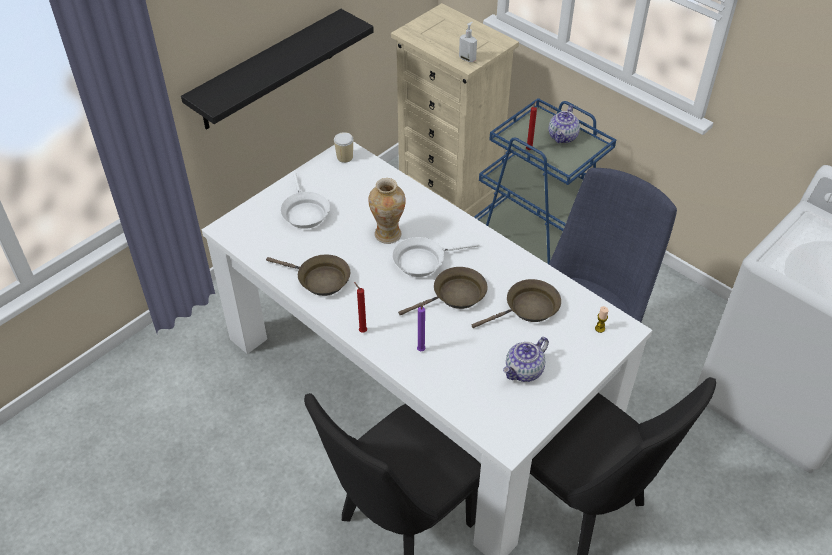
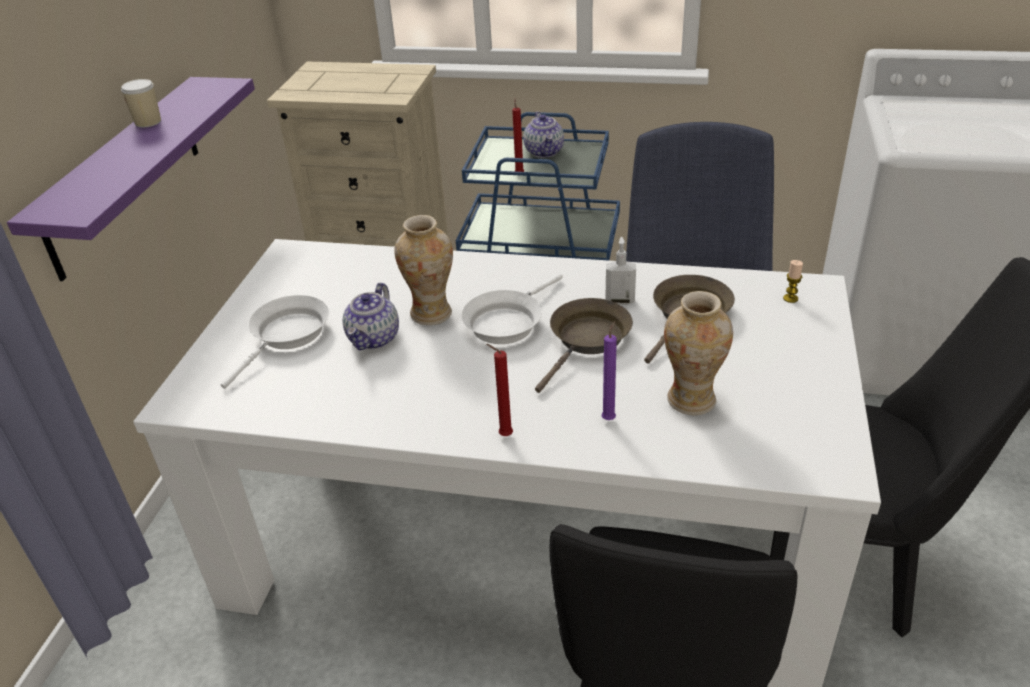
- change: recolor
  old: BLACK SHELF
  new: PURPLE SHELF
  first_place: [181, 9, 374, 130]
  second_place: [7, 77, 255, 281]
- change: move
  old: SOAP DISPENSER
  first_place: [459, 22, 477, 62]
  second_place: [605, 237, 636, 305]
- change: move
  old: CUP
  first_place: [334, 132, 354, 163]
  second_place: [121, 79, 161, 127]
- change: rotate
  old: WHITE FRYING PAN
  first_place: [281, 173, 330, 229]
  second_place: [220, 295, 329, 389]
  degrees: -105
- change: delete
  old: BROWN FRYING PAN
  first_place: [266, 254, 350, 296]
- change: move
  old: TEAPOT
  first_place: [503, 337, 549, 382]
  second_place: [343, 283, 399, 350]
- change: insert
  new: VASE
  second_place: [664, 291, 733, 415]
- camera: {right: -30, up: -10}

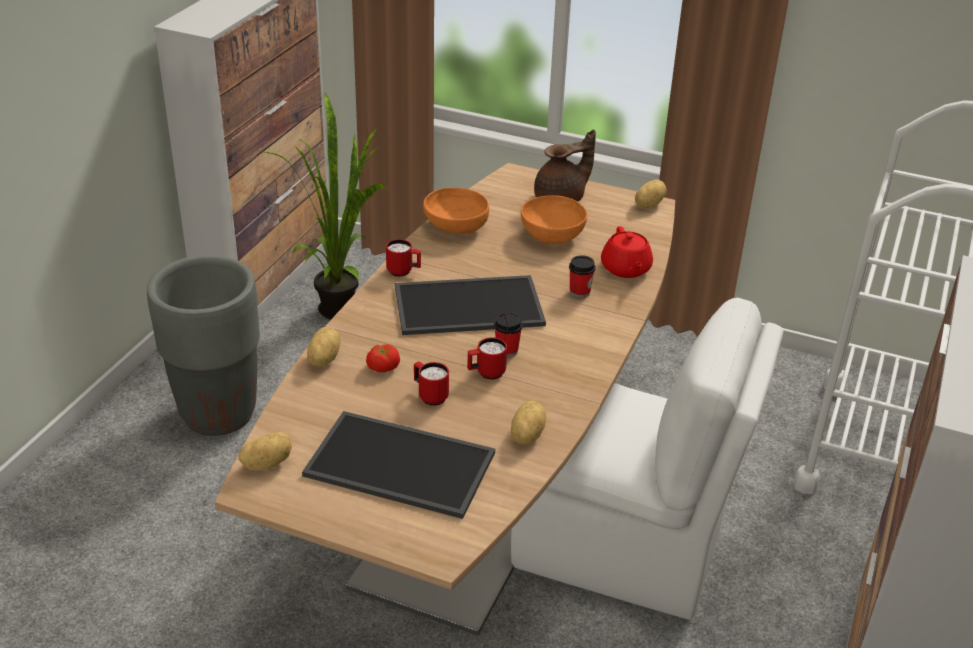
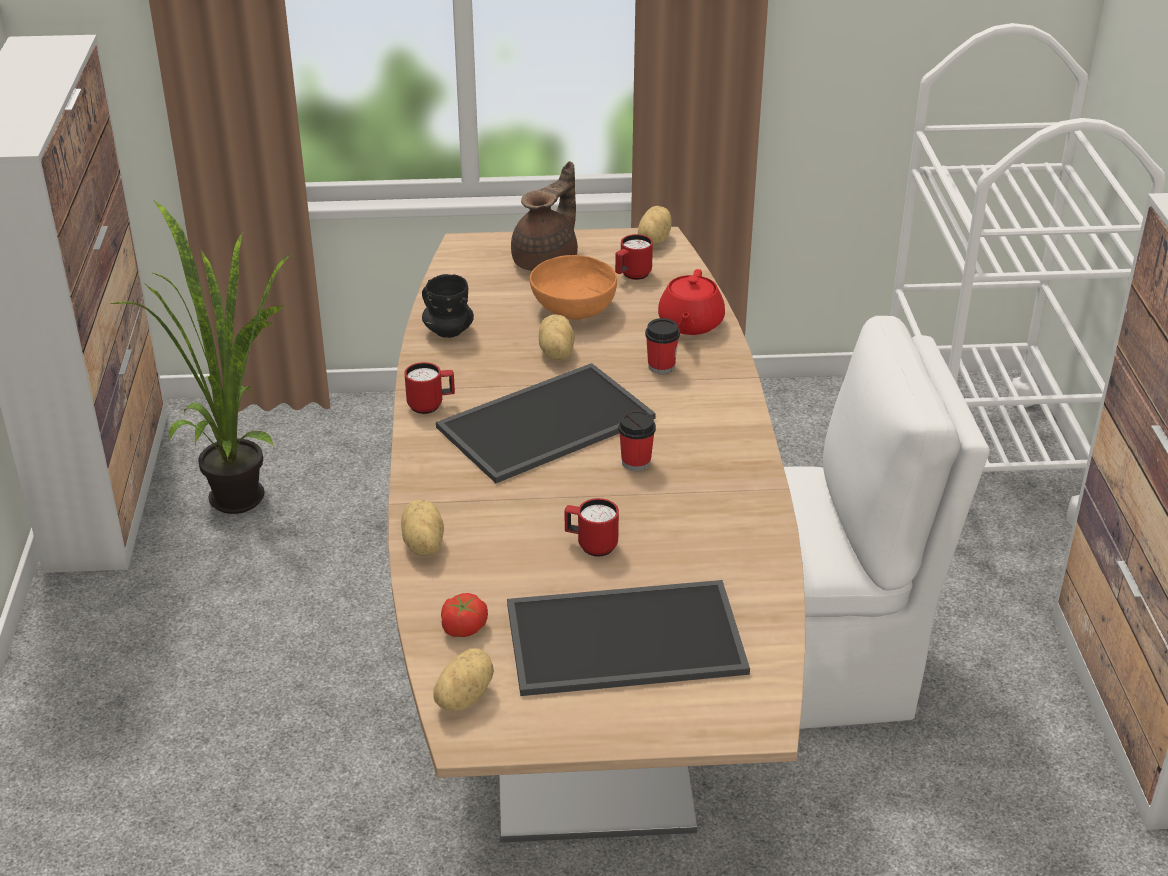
- change: replace
  old: ORANGE BOWL
  new: BLACK MUG
  first_place: [423, 188, 489, 234]
  second_place: [422, 274, 474, 338]
- change: rotate
  old: RED TEAPOT
  first_place: [601, 226, 653, 278]
  second_place: [658, 269, 725, 335]
  degrees: 45
- change: delete
  old: GREY PLANTER
  first_place: [147, 255, 260, 436]
- change: move
  old: RED MUG
  first_place: [467, 337, 507, 380]
  second_place: [615, 234, 653, 280]
- change: move
  old: TOMATO
  first_place: [366, 344, 400, 372]
  second_place: [441, 593, 488, 637]
- change: move
  old: POTATO
  first_place: [511, 401, 546, 444]
  second_place: [539, 315, 575, 360]
- camera: {right: -25, up: 0}

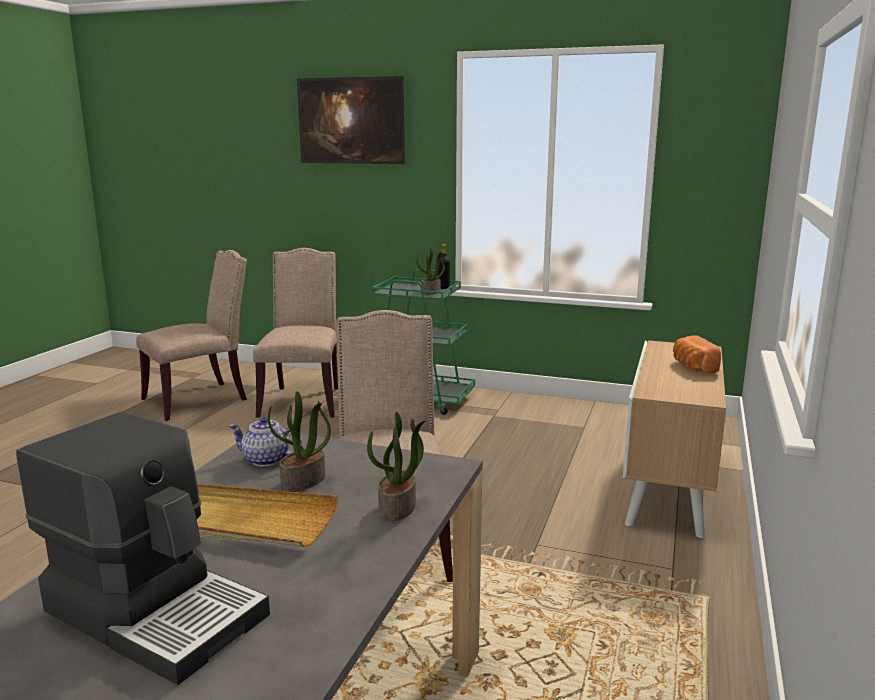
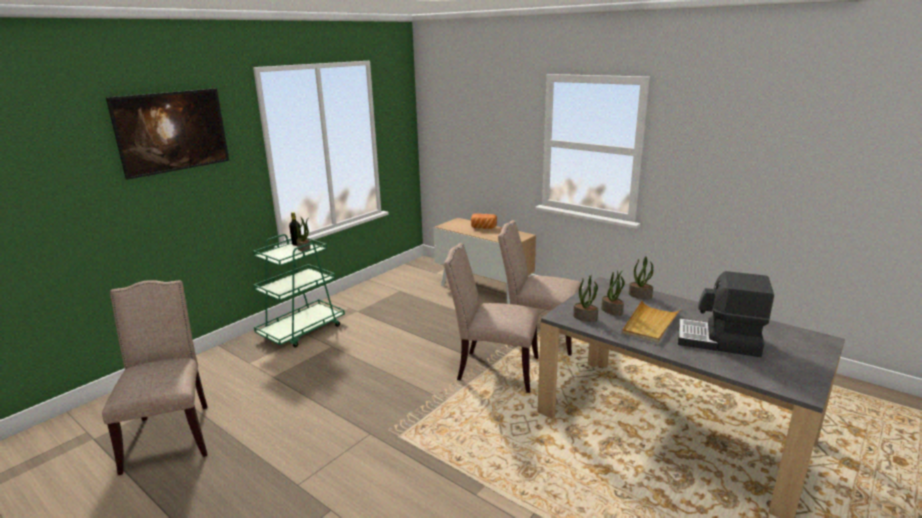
- change: move
  old: BEIGE CHAIR
  first_place: [253, 248, 338, 418]
  second_place: [498, 220, 581, 356]
- change: rotate
  old: COFFEE MACHINE
  first_place: [16, 412, 270, 685]
  second_place: [678, 271, 774, 357]
  degrees: -120
- change: replace
  old: TEAPOT
  new: POTTED PLANT
  first_place: [228, 417, 302, 466]
  second_place: [573, 275, 598, 322]
- camera: {right: -70, up: 5}

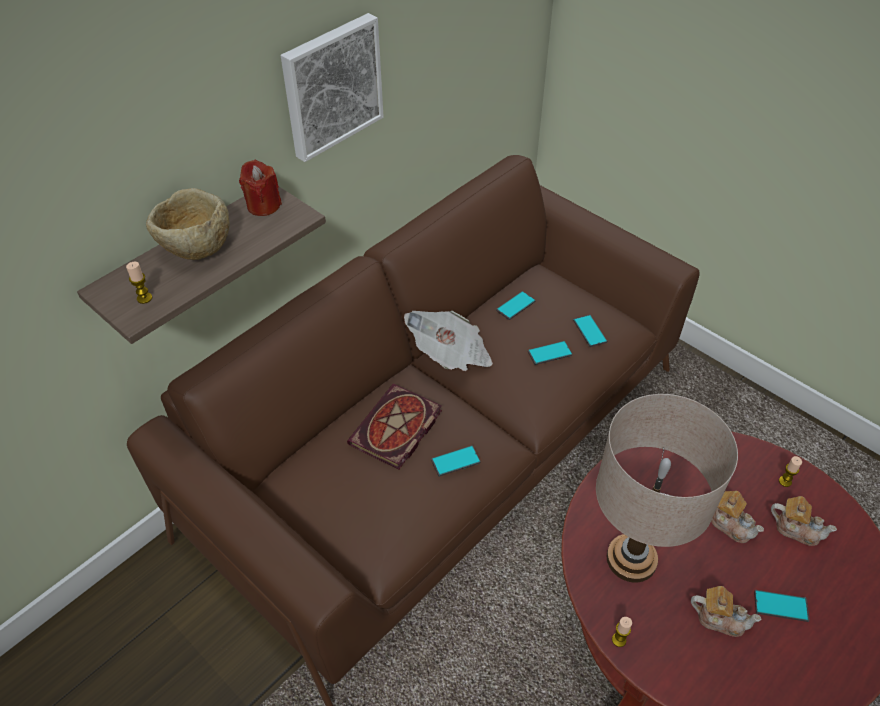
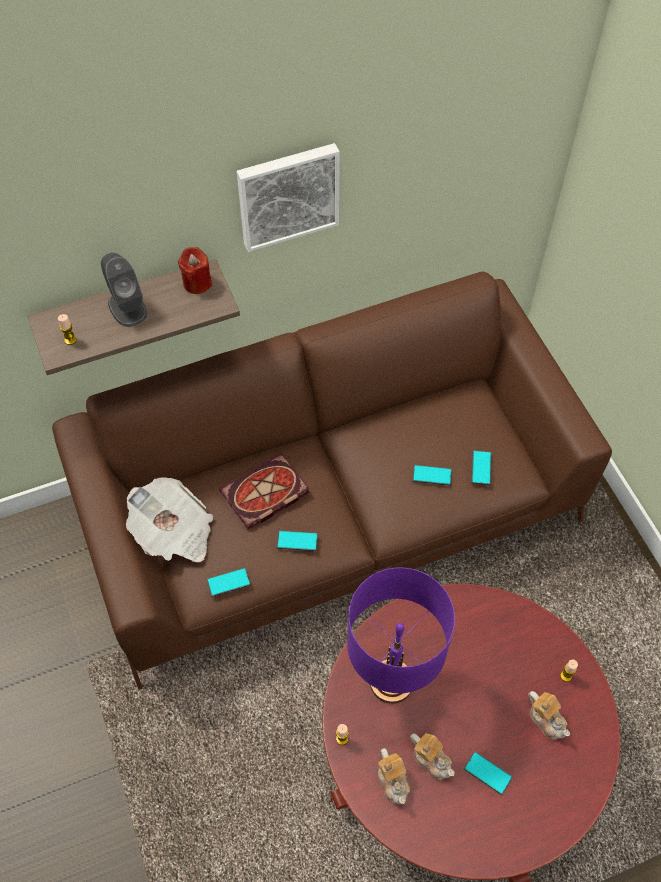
- change: replace
  old: BEIGE BOWL
  new: GREY SPEAKER
  first_place: [146, 188, 230, 260]
  second_place: [101, 253, 147, 327]
- change: move
  old: PHONE
  first_place: [496, 291, 536, 320]
  second_place: [206, 568, 250, 597]
- change: move
  old: NEWSPAPER
  first_place: [404, 311, 493, 371]
  second_place: [126, 477, 213, 562]
- change: recolor
  old: BEIGE TABLE LAMP
  new: PURPLE TABLE LAMP
  first_place: [596, 394, 738, 583]
  second_place: [347, 567, 455, 704]
- change: move
  old: TEAPOT
  first_place: [711, 491, 764, 543]
  second_place: [378, 748, 410, 804]
- camera: {right: 25, up: 10}

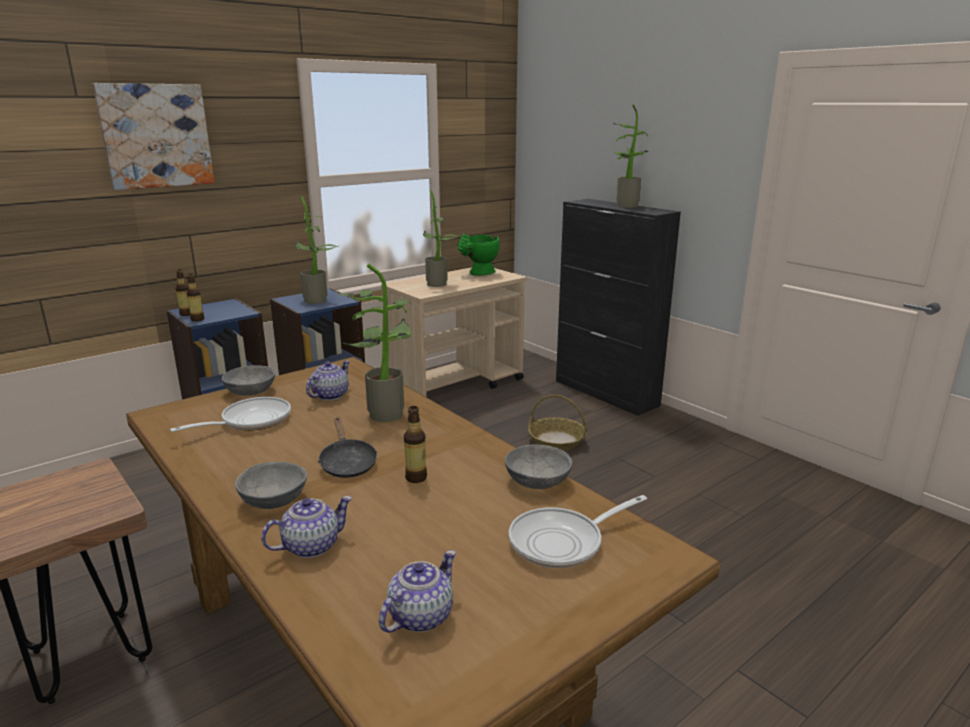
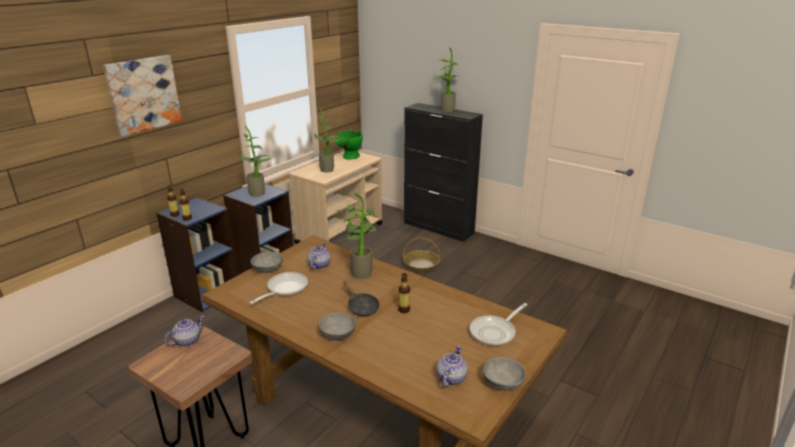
- change: move
  old: GREY BOWL
  first_place: [505, 444, 572, 489]
  second_place: [483, 357, 526, 390]
- change: move
  old: TEAPOT
  first_place: [261, 496, 353, 558]
  second_place: [165, 315, 204, 347]
- camera: {right: -15, up: 5}

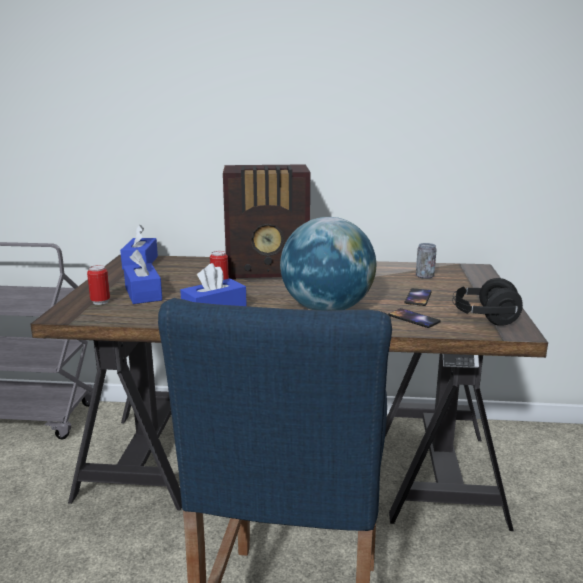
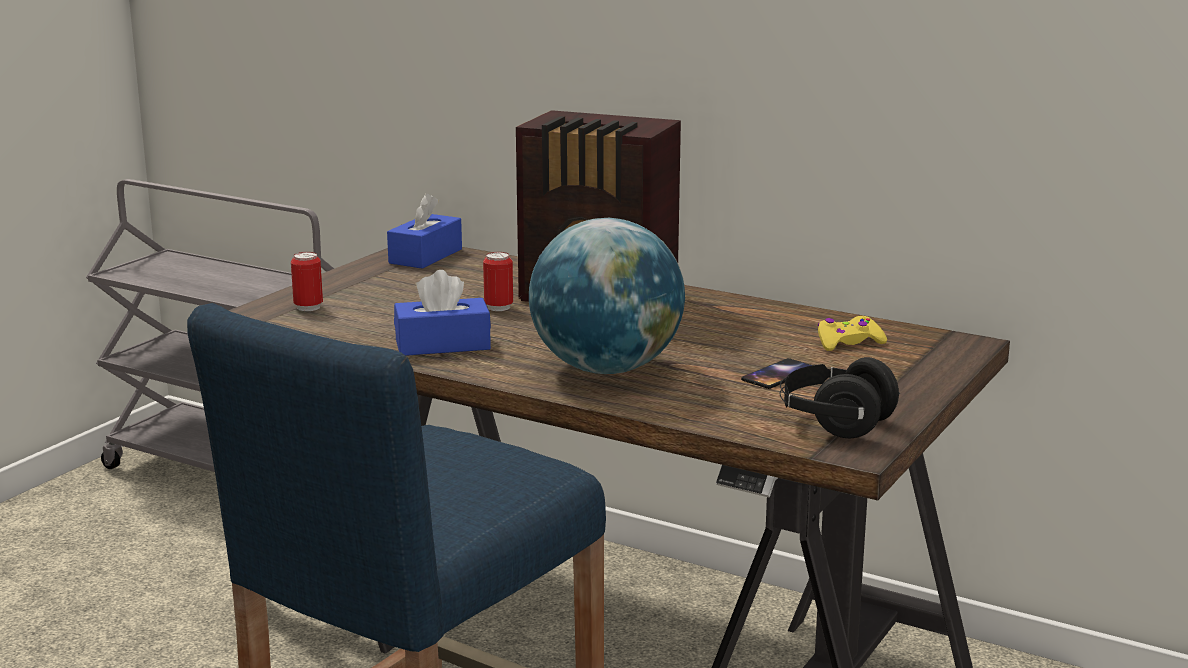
- change: replace
  old: CAN
  new: YELLOW GAME CONTROLLER
  first_place: [416, 243, 437, 279]
  second_place: [818, 316, 887, 351]
- change: delete
  old: BLUE TISSUE BOX
  first_place: [123, 250, 162, 304]
- change: delete
  old: PHONE
  first_place: [388, 308, 441, 328]
- camera: {right: 25, up: 0}

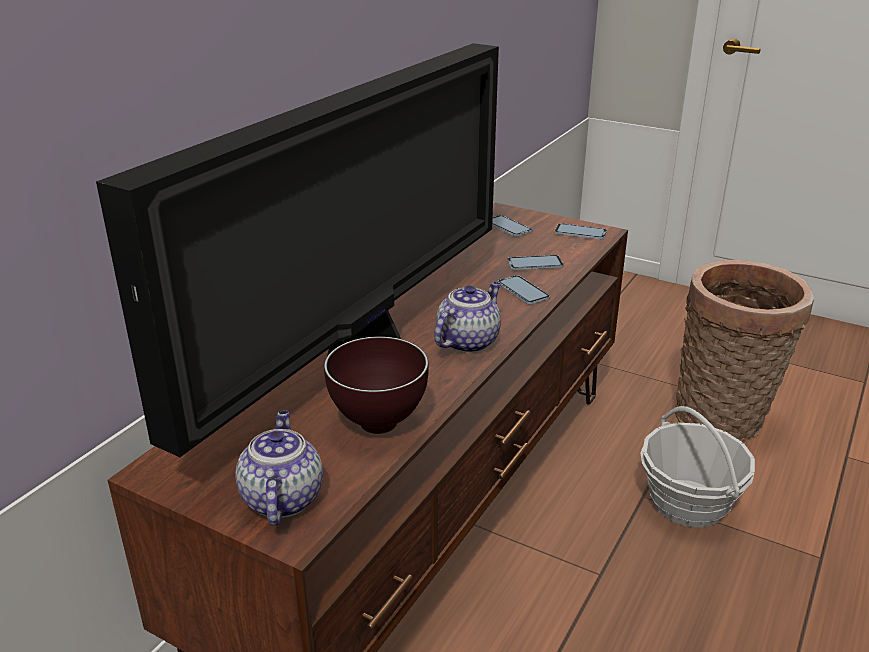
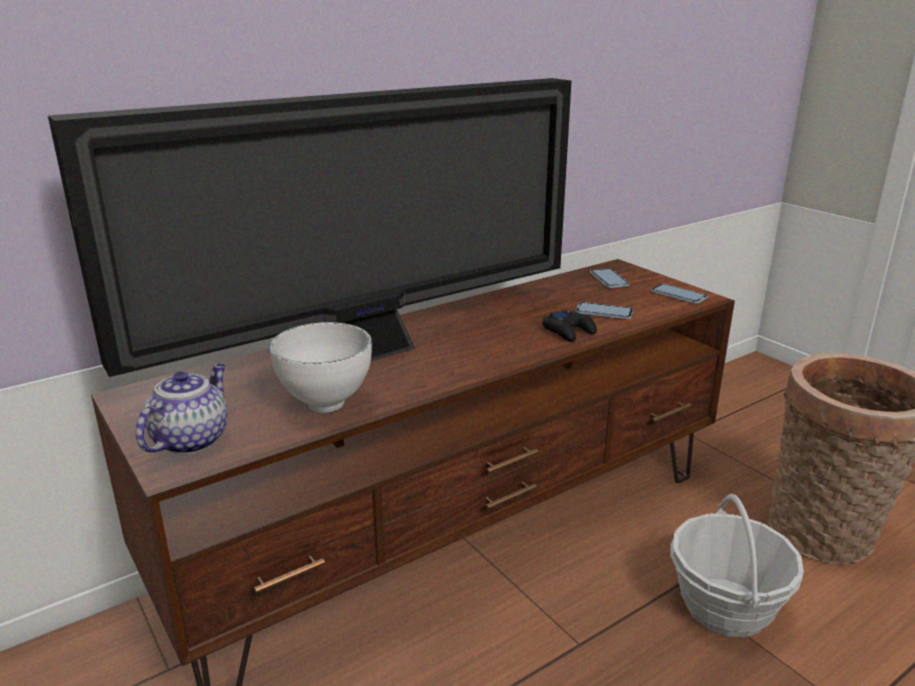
- change: replace
  old: PHONE
  new: BLACK GAME CONTROLLER
  first_place: [498, 275, 550, 305]
  second_place: [542, 310, 597, 342]
- change: delete
  old: TEAPOT
  first_place: [434, 282, 501, 353]
- change: recolor
  old: BROWN BOWL
  new: WHITE BOWL
  first_place: [324, 336, 429, 434]
  second_place: [270, 322, 372, 413]
- camera: {right: 25, up: -5}

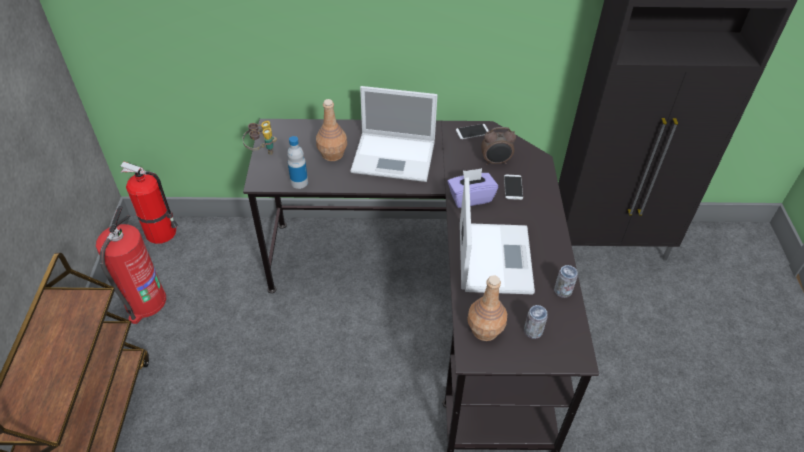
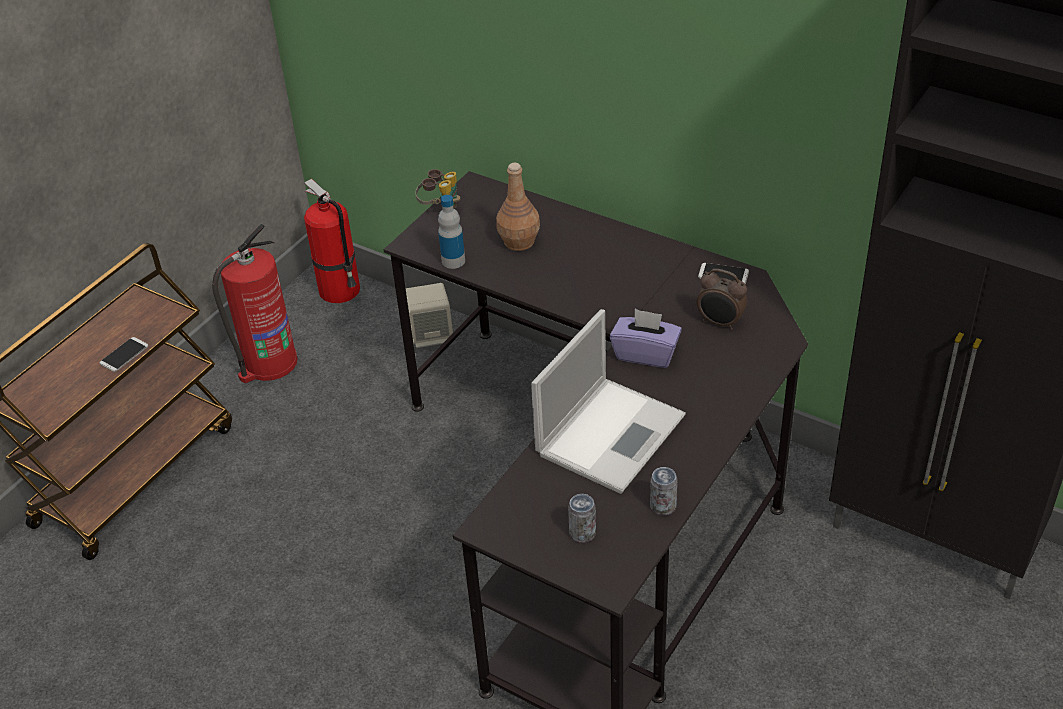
- change: delete
  old: LAPTOP
  first_place: [350, 86, 438, 182]
- change: move
  old: PHONE
  first_place: [504, 175, 523, 200]
  second_place: [100, 337, 148, 372]
- change: delete
  old: BROWN BOTTLE
  first_place: [467, 275, 507, 341]
- change: insert
  new: BEIGE SPEAKER
  second_place: [406, 283, 453, 348]
- camera: {right: 35, up: -5}

